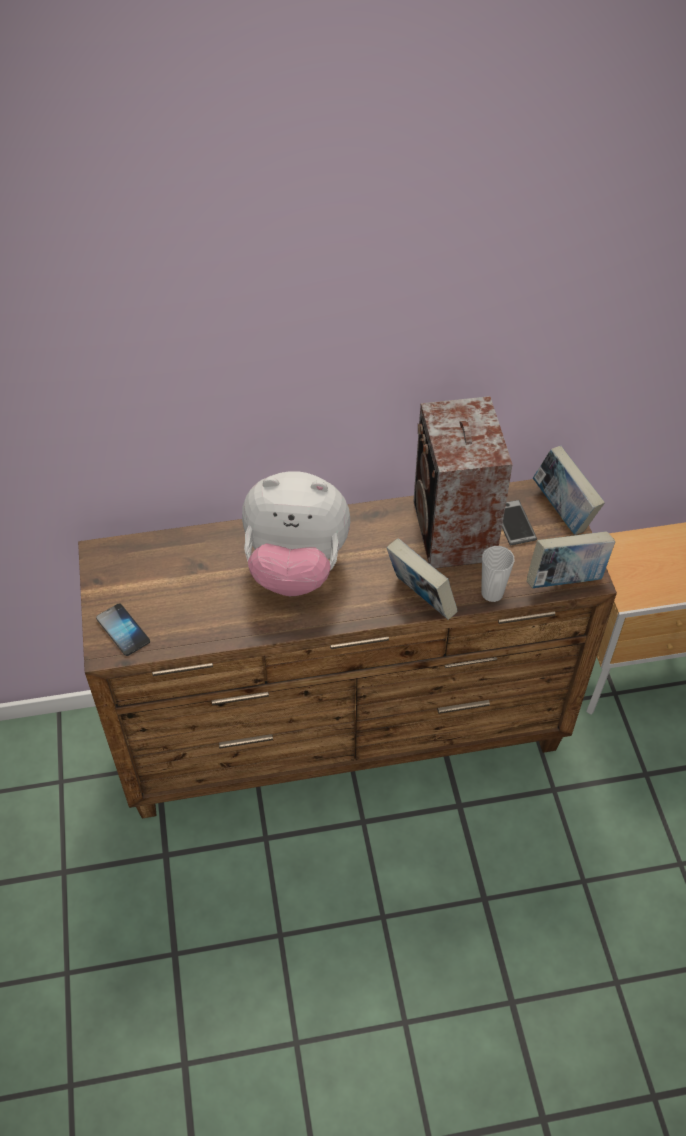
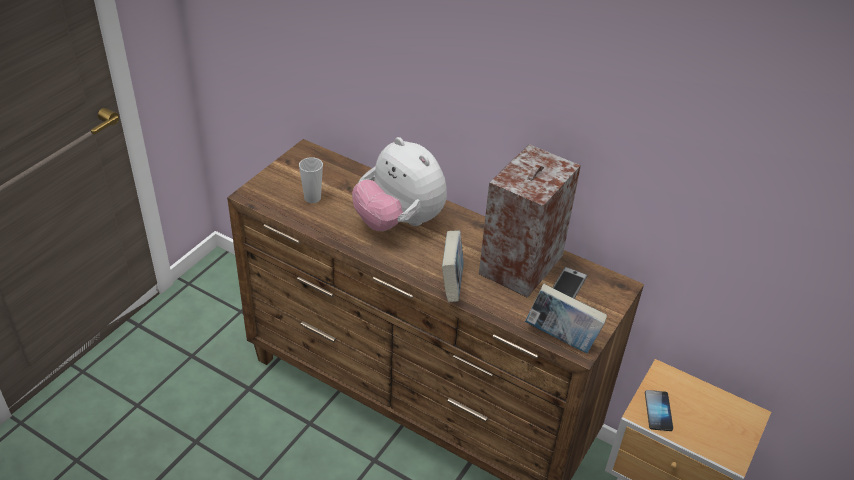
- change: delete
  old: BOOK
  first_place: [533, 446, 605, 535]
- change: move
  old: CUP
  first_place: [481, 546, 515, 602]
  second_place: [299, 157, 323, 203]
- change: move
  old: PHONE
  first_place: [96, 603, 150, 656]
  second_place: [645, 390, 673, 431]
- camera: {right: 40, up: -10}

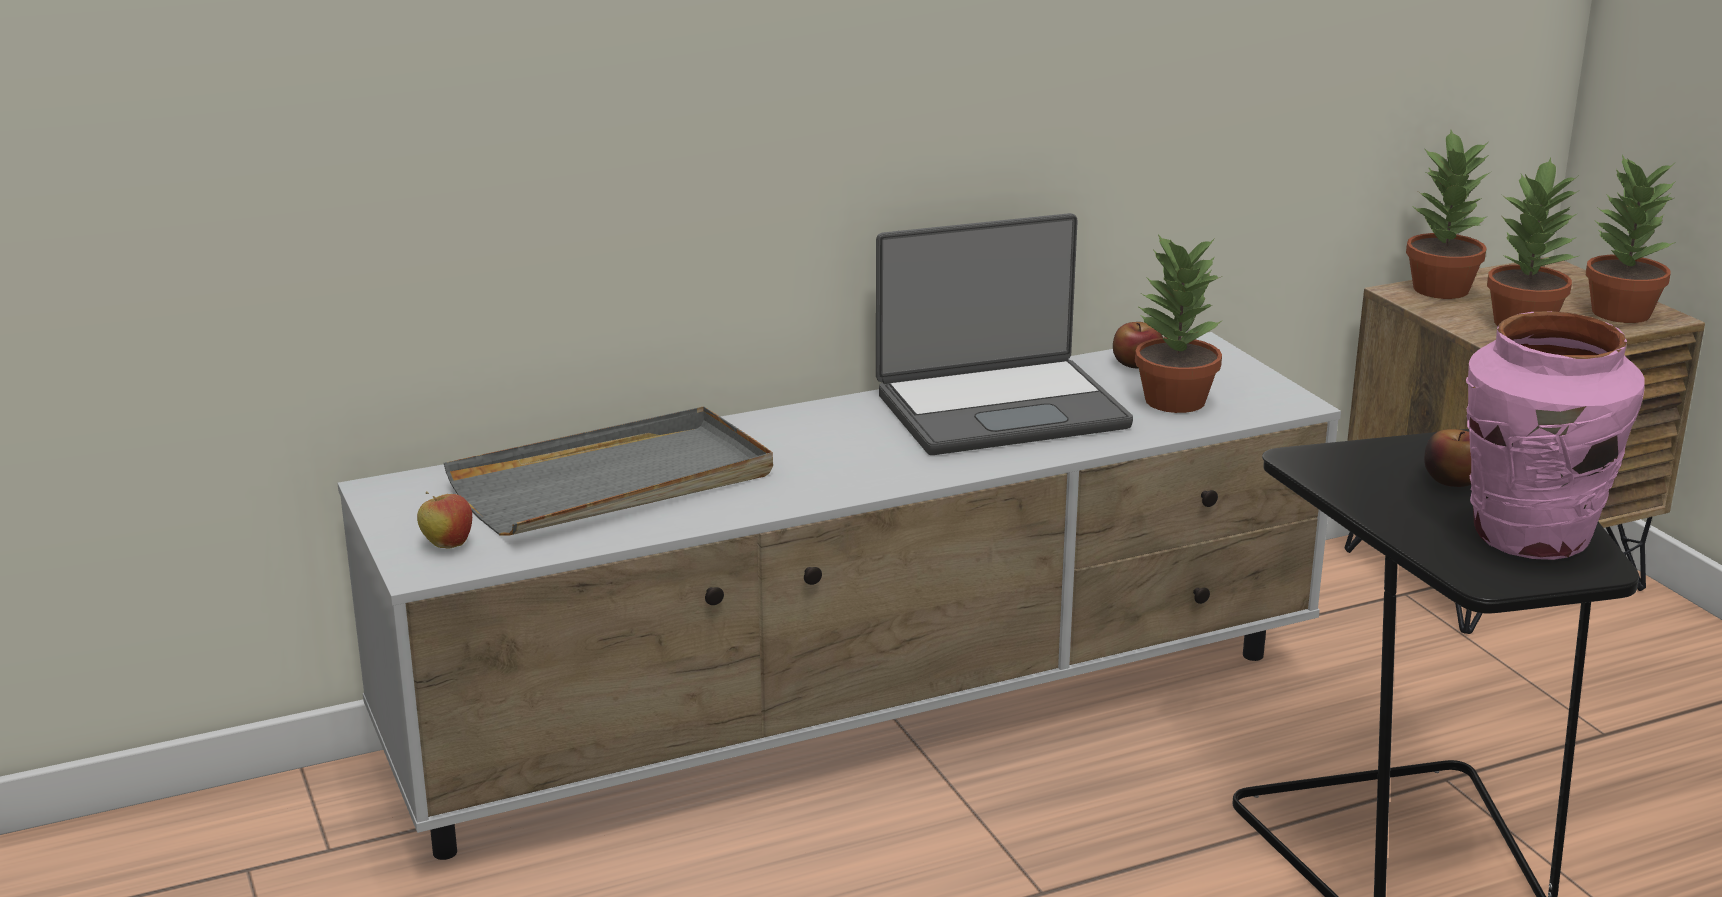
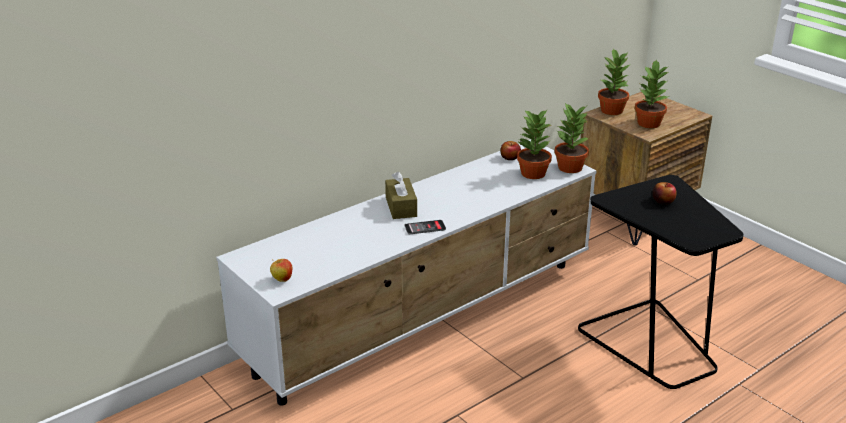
- change: move
  old: POTTED PLANT
  first_place: [1586, 155, 1676, 323]
  second_place: [555, 103, 589, 173]
- change: delete
  old: LAPTOP
  first_place: [876, 213, 1133, 455]
- change: delete
  old: PINK VASE
  first_place: [1466, 311, 1645, 560]
- change: delete
  old: GREY TRAY
  first_place: [444, 406, 773, 535]
- change: insert
  new: BROWN TISSUE BOX
  second_place: [385, 172, 417, 219]
- change: insert
  new: PHONE
  second_place: [404, 220, 446, 234]
- camera: {right: -15, up: 5}

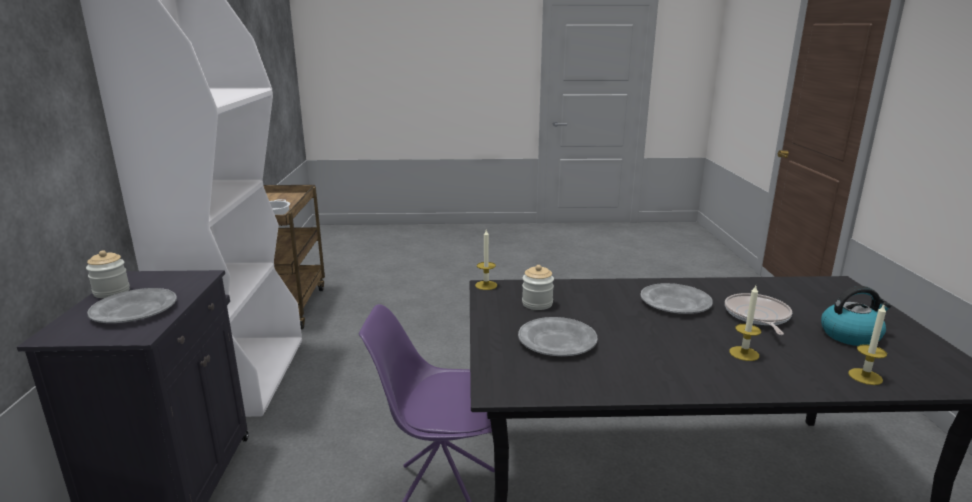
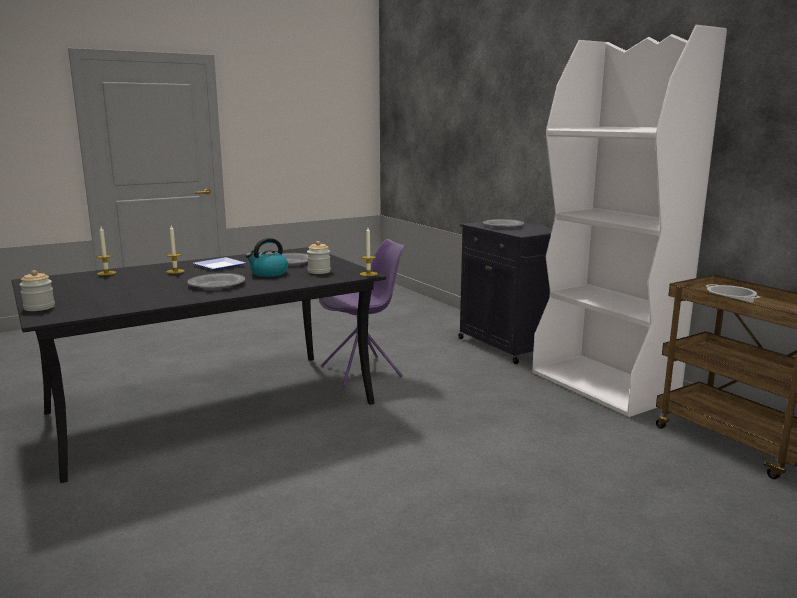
- change: move
  old: JAR
  first_place: [86, 250, 130, 298]
  second_place: [20, 270, 55, 311]
- change: move
  old: KETTLE
  first_place: [821, 286, 891, 346]
  second_place: [246, 238, 288, 277]
- change: delete
  old: FRYING PAN
  first_place: [725, 293, 792, 335]
- change: insert
  new: PLATE
  second_place: [193, 257, 246, 270]
- camera: {right: 150, up: -5}

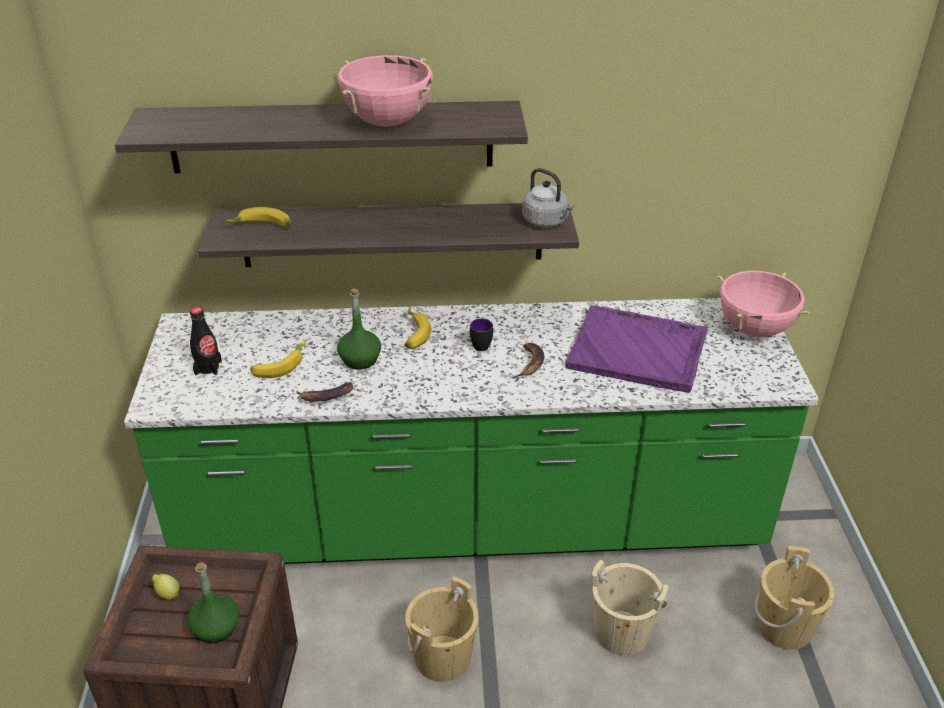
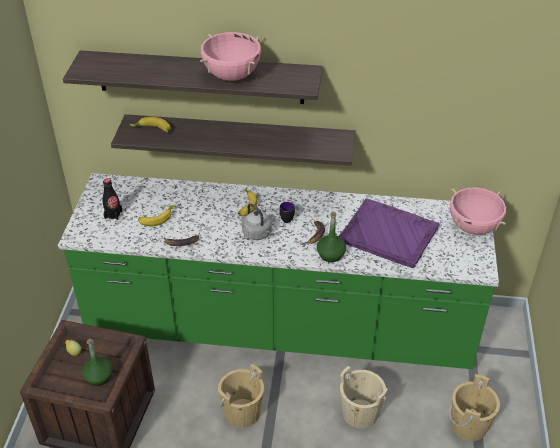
- change: move
  old: GREY KETTLE
  first_place: [522, 168, 575, 228]
  second_place: [242, 203, 272, 240]
- change: move
  old: GREEN BOTTLE
  first_place: [337, 288, 381, 369]
  second_place: [317, 211, 346, 262]
- camera: {right: 10, up: 5}

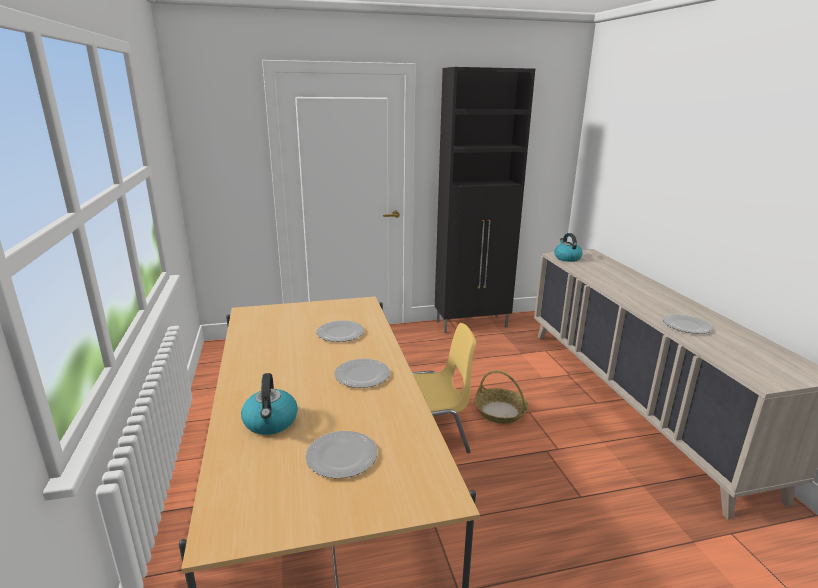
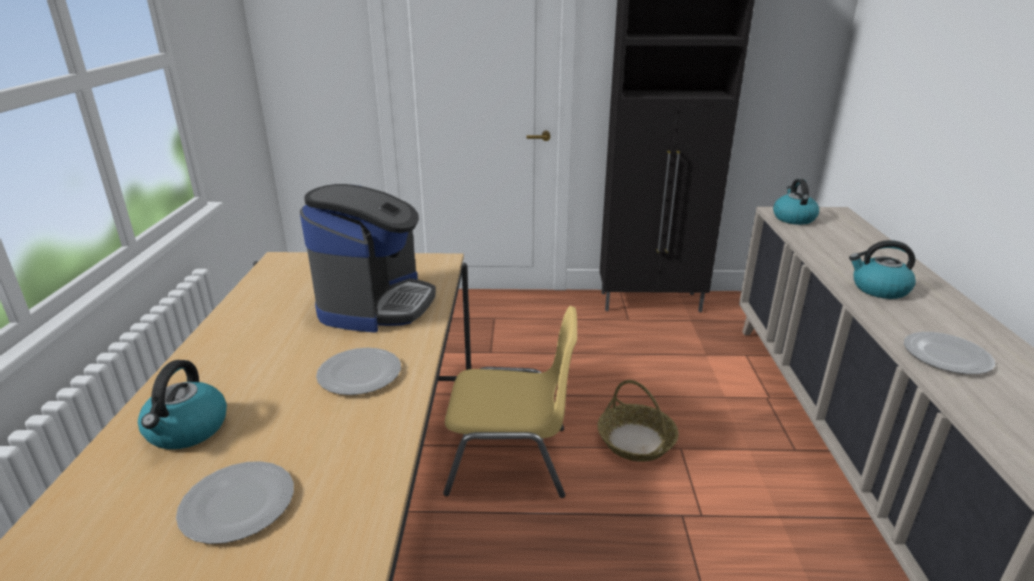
- change: replace
  old: PLATE
  new: COFFEE MACHINE
  first_place: [316, 320, 364, 342]
  second_place: [300, 184, 436, 333]
- change: insert
  new: KETTLE
  second_place: [849, 240, 916, 299]
- camera: {right: 15, up: 5}

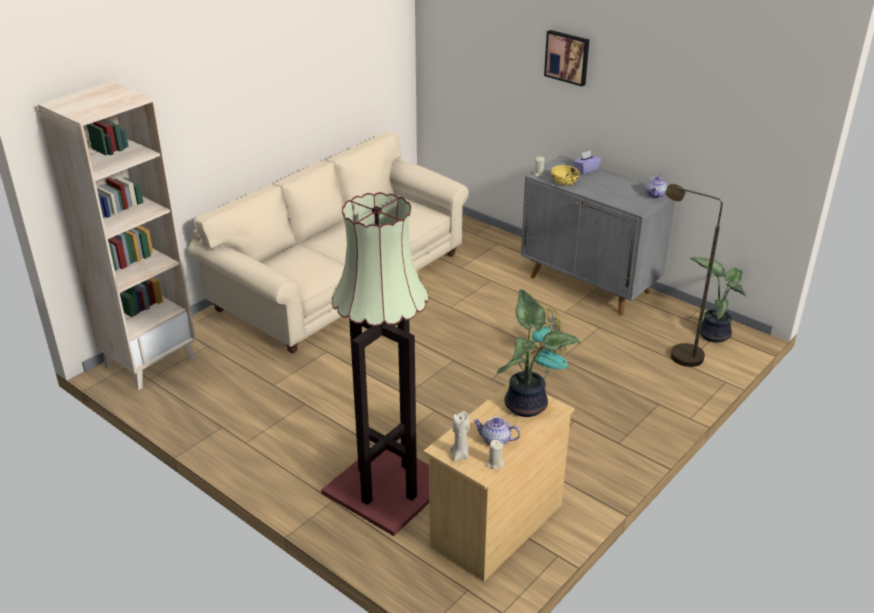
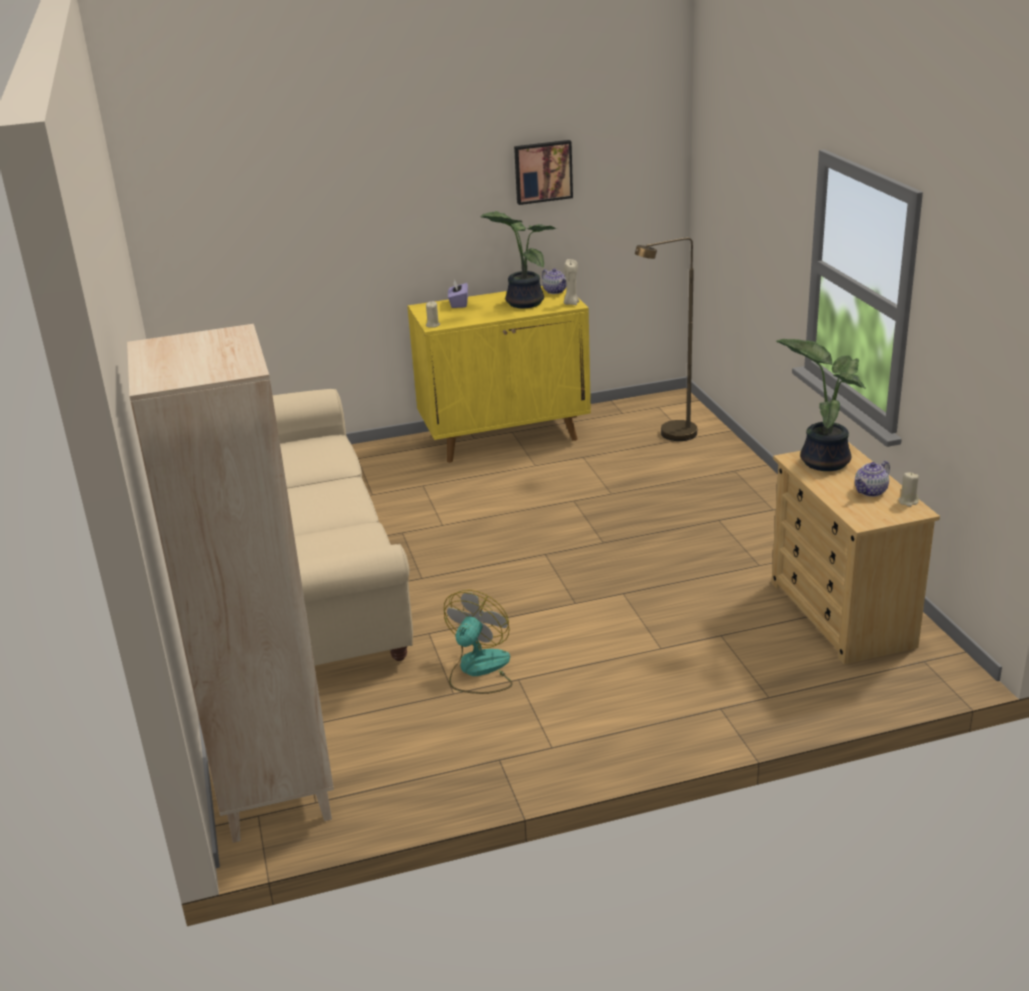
- change: move
  old: PICTURE
  first_place: [544, 30, 589, 87]
  second_place: [514, 140, 573, 205]
- change: recolor
  old: GREY CABINET
  new: YELLOW CABINET
  first_place: [521, 155, 676, 316]
  second_place: [407, 286, 591, 463]
- change: delete
  old: YELLOW BOWL
  first_place: [551, 165, 580, 185]
- change: delete
  old: FLOOR LAMP
  first_place: [321, 192, 429, 536]
- change: move
  old: POTTED PLANT
  first_place: [690, 257, 747, 343]
  second_place: [481, 211, 558, 308]
- change: move
  old: FAN
  first_place: [519, 308, 568, 379]
  second_place: [444, 590, 513, 694]
- change: move
  old: BEIGE CANDLE
  first_place: [450, 411, 469, 461]
  second_place: [564, 259, 579, 305]
- camera: {right: -55, up: -5}

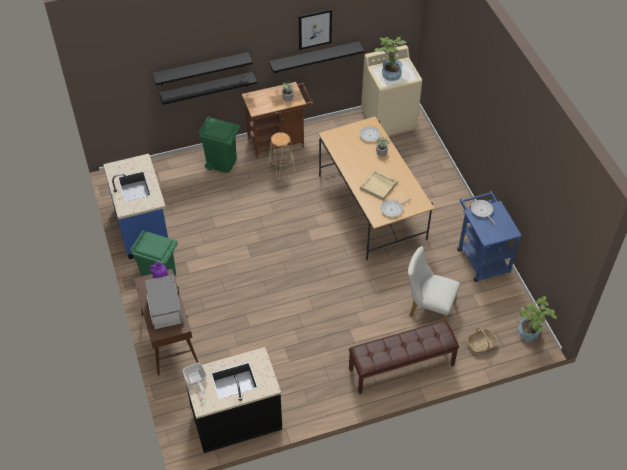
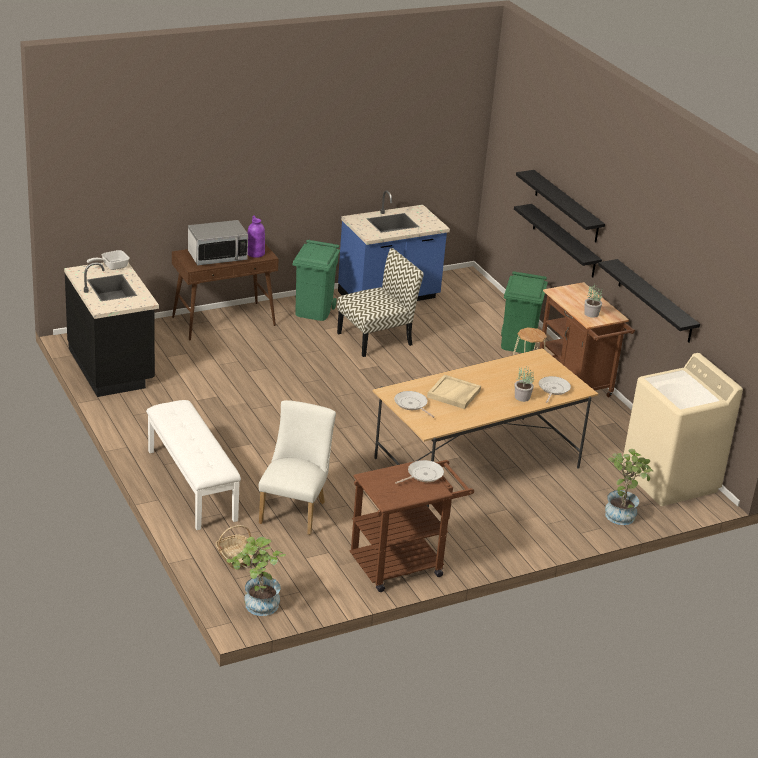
- change: delete
  old: PICTURE
  first_place: [299, 9, 332, 50]
- change: move
  old: POTTED PLANT
  first_place: [374, 37, 406, 81]
  second_place: [605, 449, 653, 525]
- change: recolor
  old: BLUE CART
  new: BROWN CART
  first_place: [457, 191, 522, 282]
  second_place: [350, 460, 474, 592]
- change: recolor
  old: BROWN BENCH
  new: WHITE BENCH
  first_place: [349, 321, 459, 394]
  second_place: [146, 400, 241, 530]
- change: insert
  new: CHAIR
  second_place: [337, 248, 424, 357]
- camera: {right: 80, up: -20}

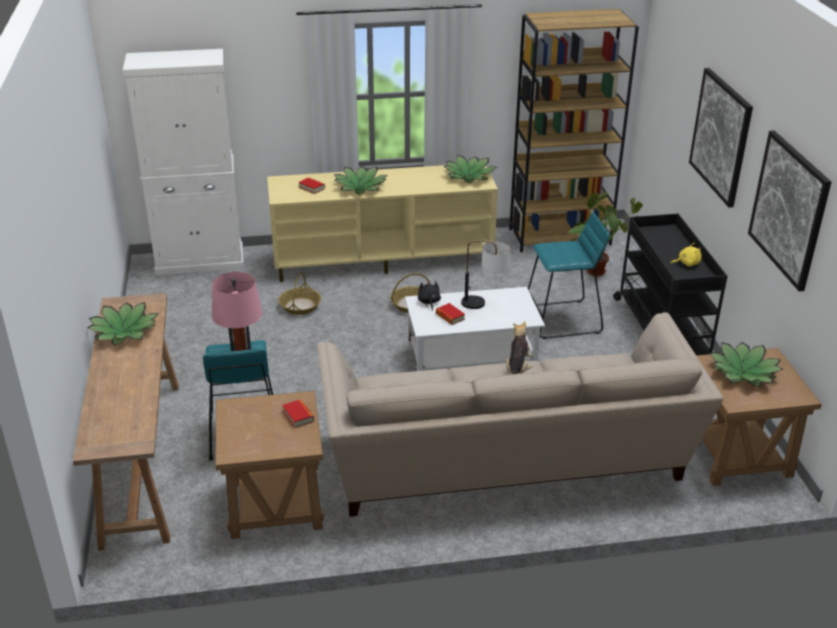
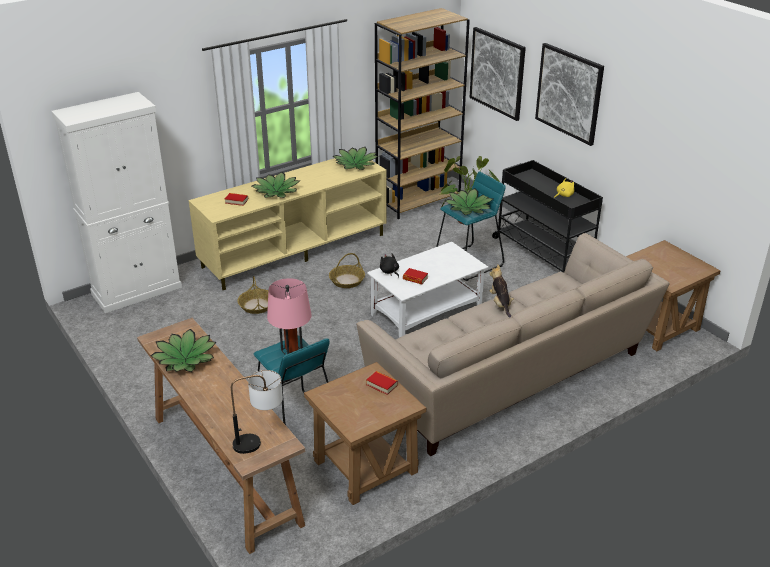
- change: move
  old: PICTURE
  first_place: [748, 131, 831, 291]
  second_place: [469, 27, 526, 121]
- change: move
  old: TABLE LAMP
  first_place: [461, 240, 510, 309]
  second_place: [231, 370, 283, 454]
- change: move
  old: POTTED PLANT
  first_place: [710, 342, 783, 387]
  second_place: [444, 188, 493, 215]
- camera: {right: -25, up: 0}

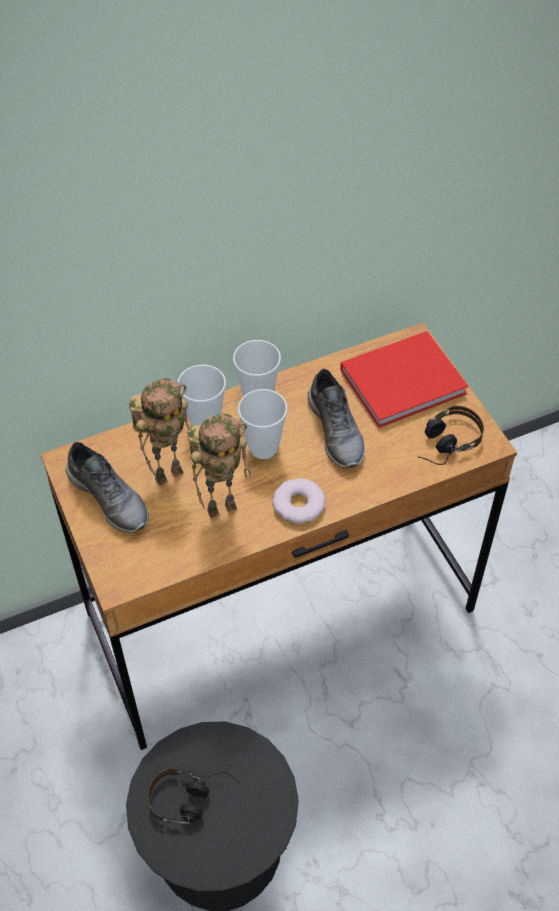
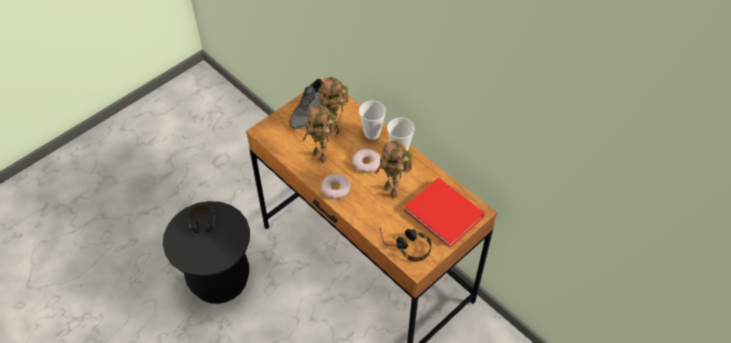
- change: replace
  old: GREY SHOE
  new: TOY ROBOT
  first_place: [308, 368, 365, 468]
  second_place: [376, 140, 413, 198]
- change: replace
  old: CUP
  new: DONUT
  first_place: [238, 389, 287, 459]
  second_place: [352, 149, 380, 173]
- camera: {right: 70, up: 0}

